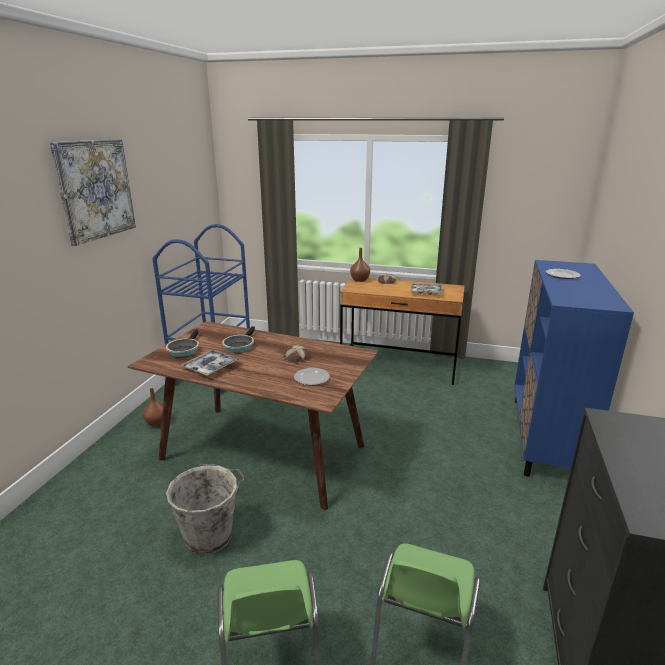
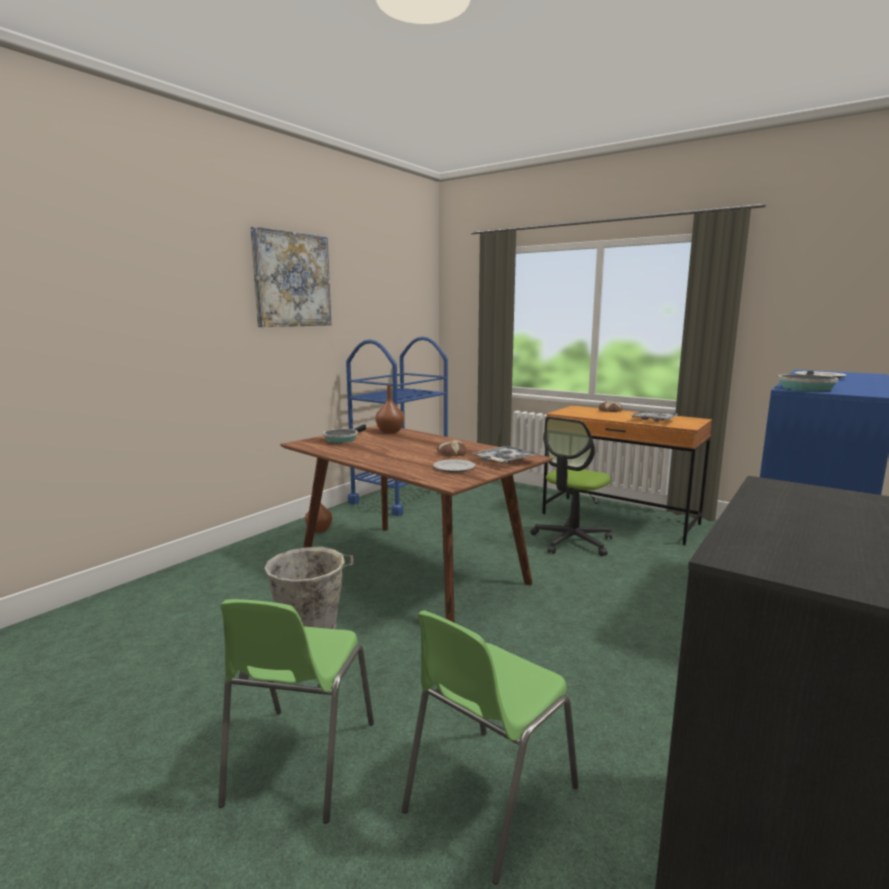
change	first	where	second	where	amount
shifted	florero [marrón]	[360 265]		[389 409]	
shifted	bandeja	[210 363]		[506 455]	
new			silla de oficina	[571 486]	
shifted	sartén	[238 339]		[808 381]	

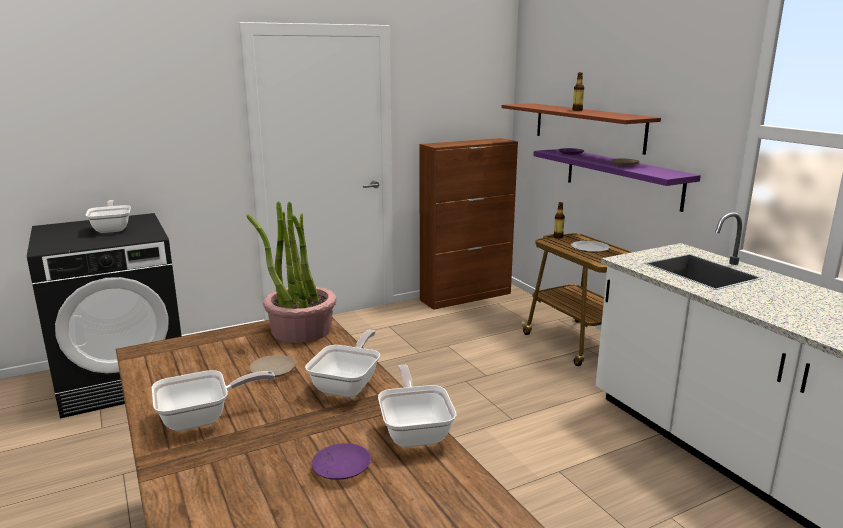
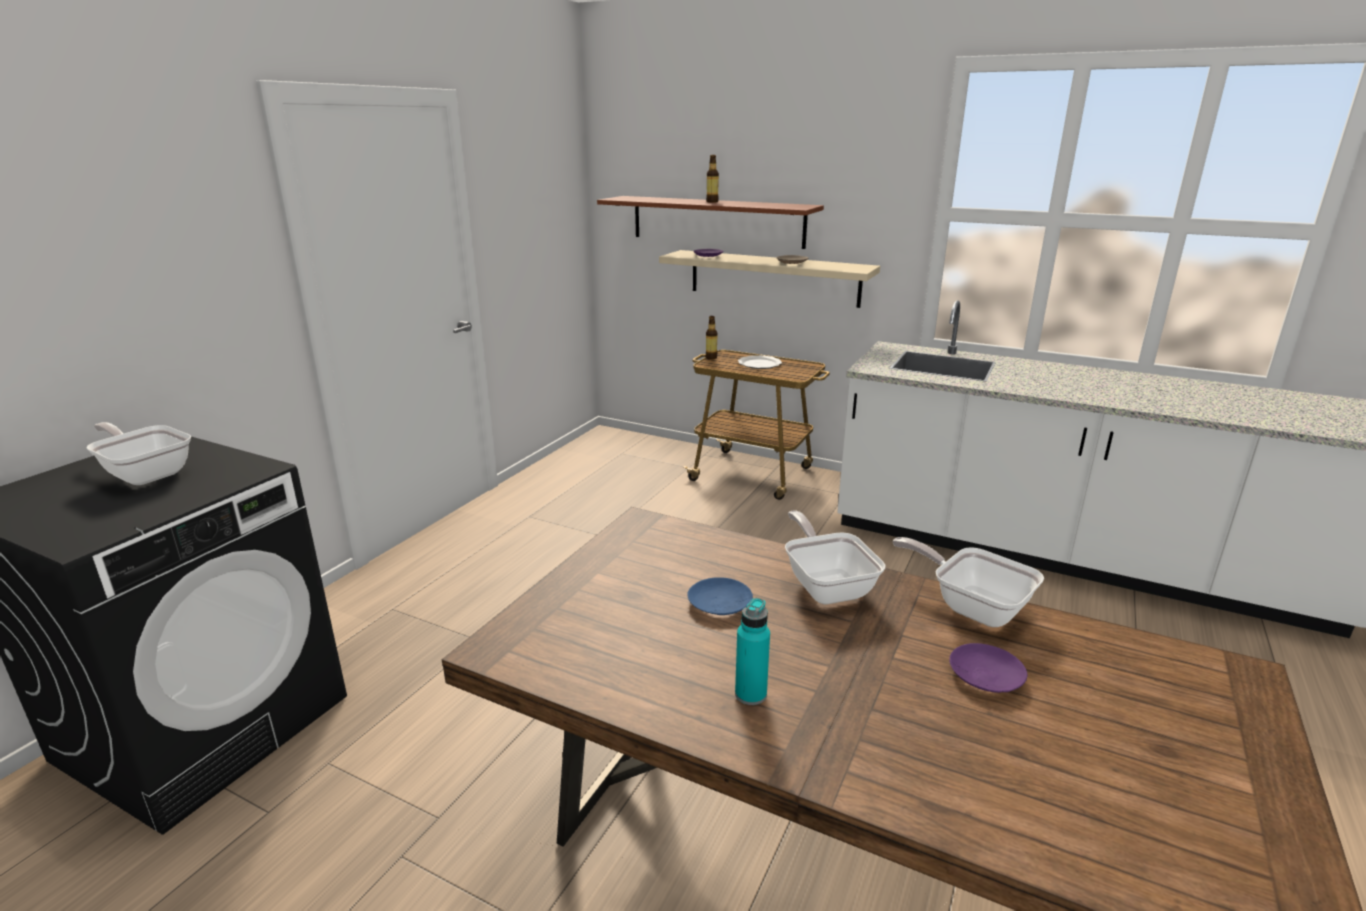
change	first	where	second	where	amount
repainted	estante [morado]	[617 180]	estante [beis]	[769 279]	
repainted	plato [beis]	[272 366]	plato [azul]	[720 596]	
swapped	sartén	[213 400]	botella [turquesa]	[752 651]	
gone	planta en maceta	[291 272]			
gone	armario [marrón]	[469 224]			

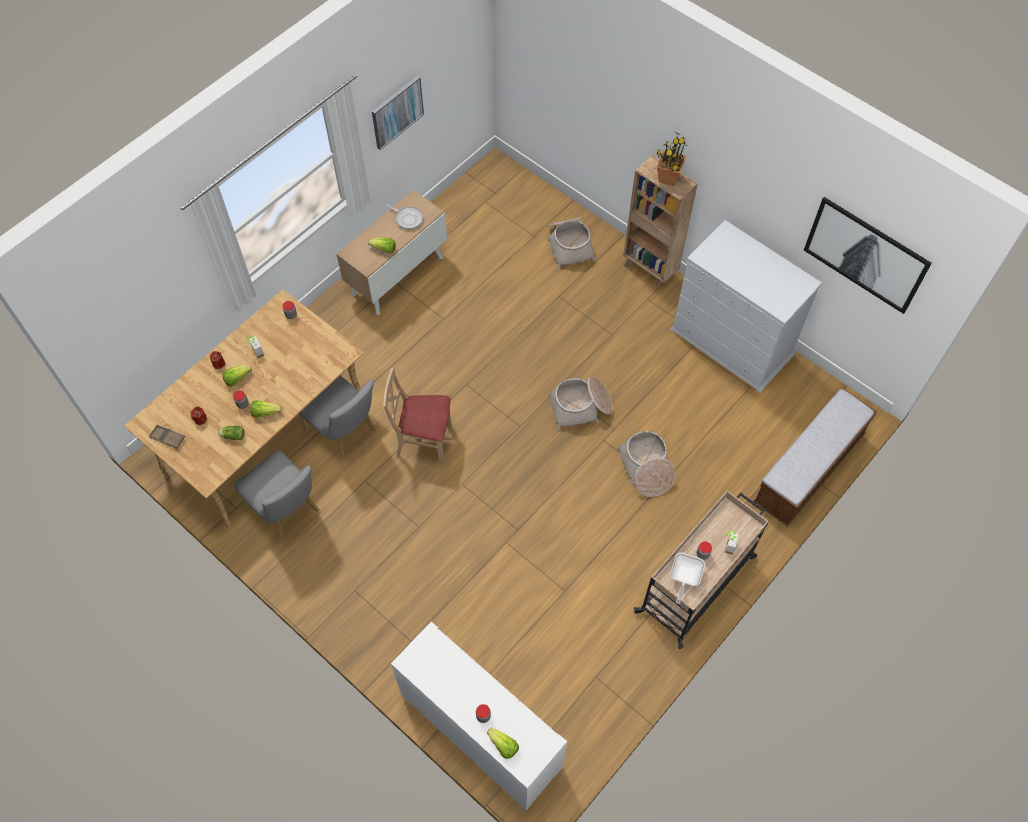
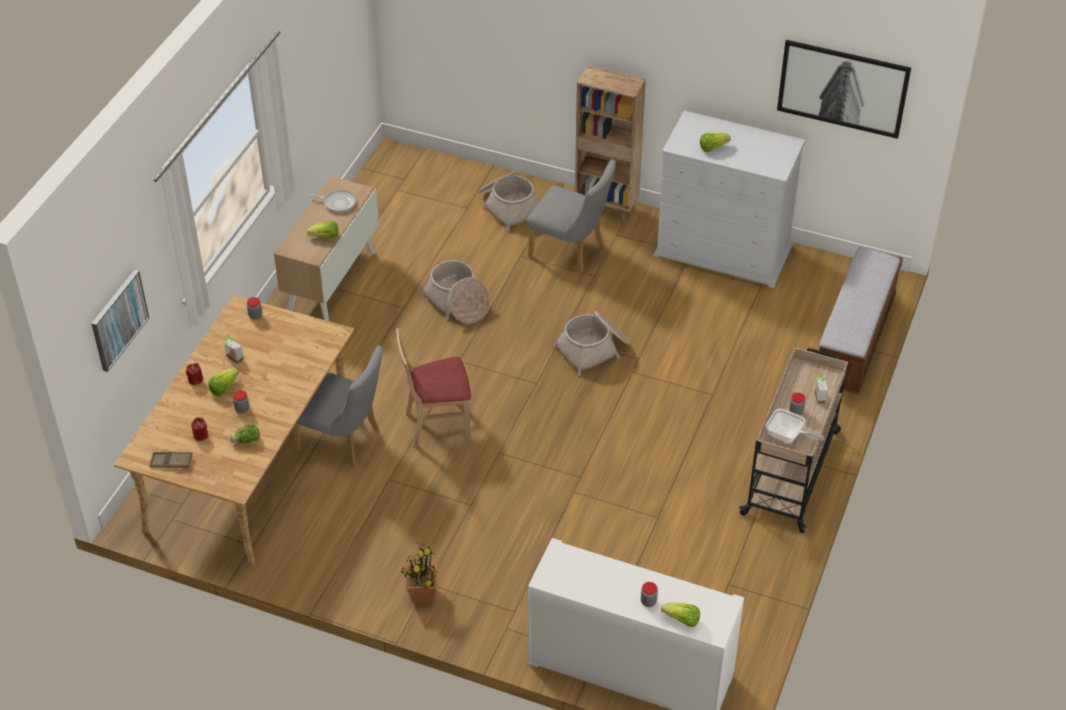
change	first	where	second	where	amount
shifted	cuadro	[398 113]		[120 321]	
shifted	planta en maceta	[672 159]		[419 572]	
shifted	cesta	[645 464]		[455 292]	
shifted	silla [gris]	[276 495]		[571 216]	
shifted	lechuga	[265 409]		[715 142]	
rotated	sartén	[688 578]		[795 425]	60 degrees counterclockwise

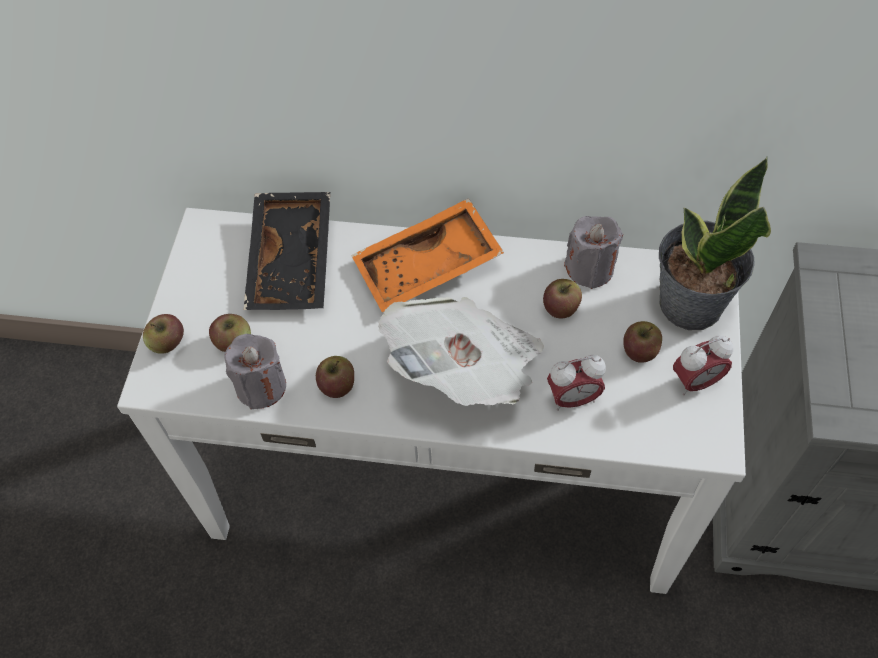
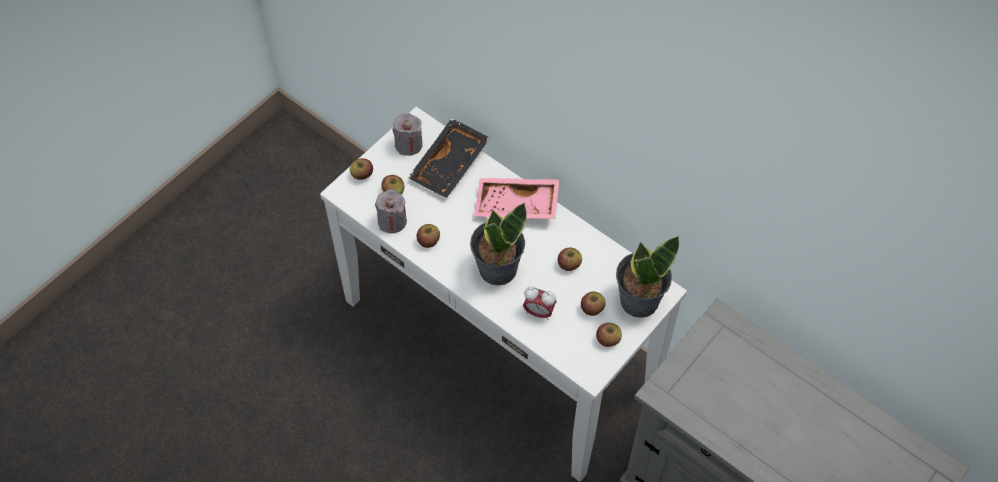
change	first	where	second	where	amount
shifted	vela [gris]	[593 252]		[408 134]	
swapped	periódico	[461 351]	planta en maceta	[498 244]	
repainted	bandeja [naranja]	[427 255]	bandeja [rosa]	[517 198]	
swapped	despertador	[703 365]	manzana	[609 335]	

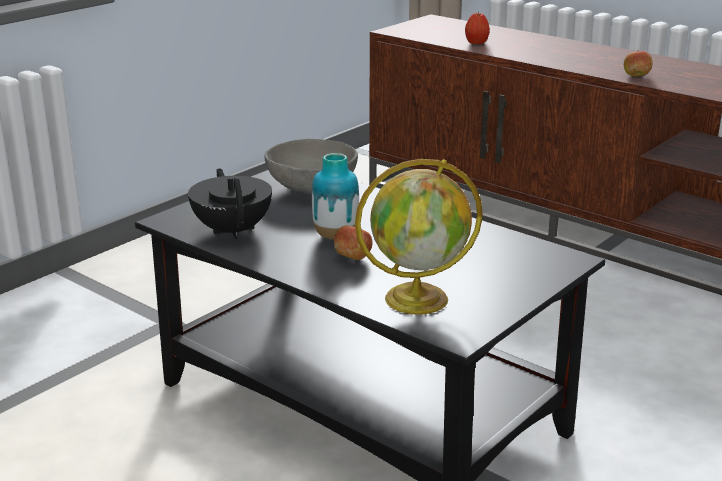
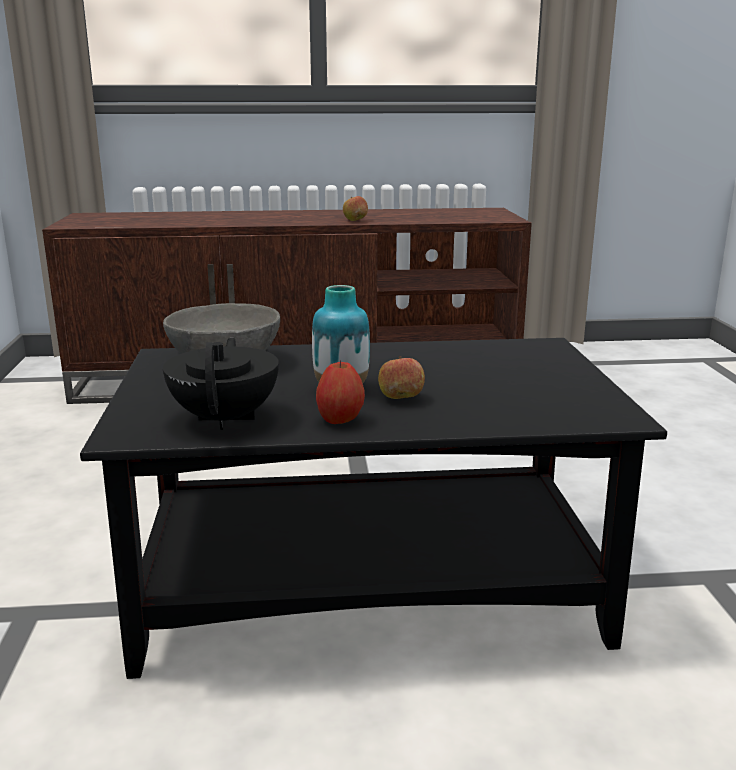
change	first	where	second	where	amount
rotated	tetera [negro]	[230 203]		[221 384]	60 degrees clockwise
shifted	manzana	[477 28]		[340 392]	
gone	globo terráqueo	[419 237]			

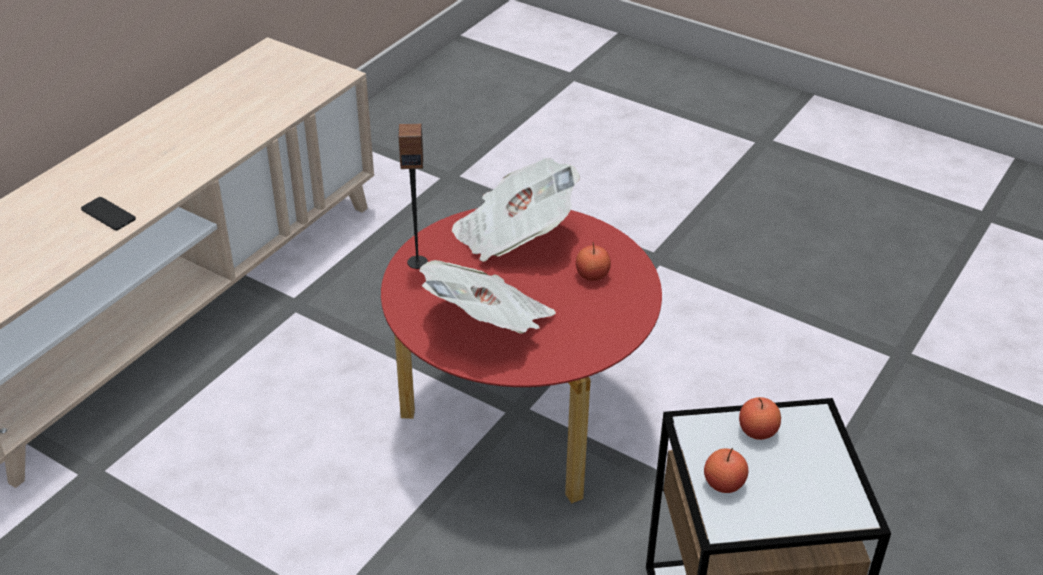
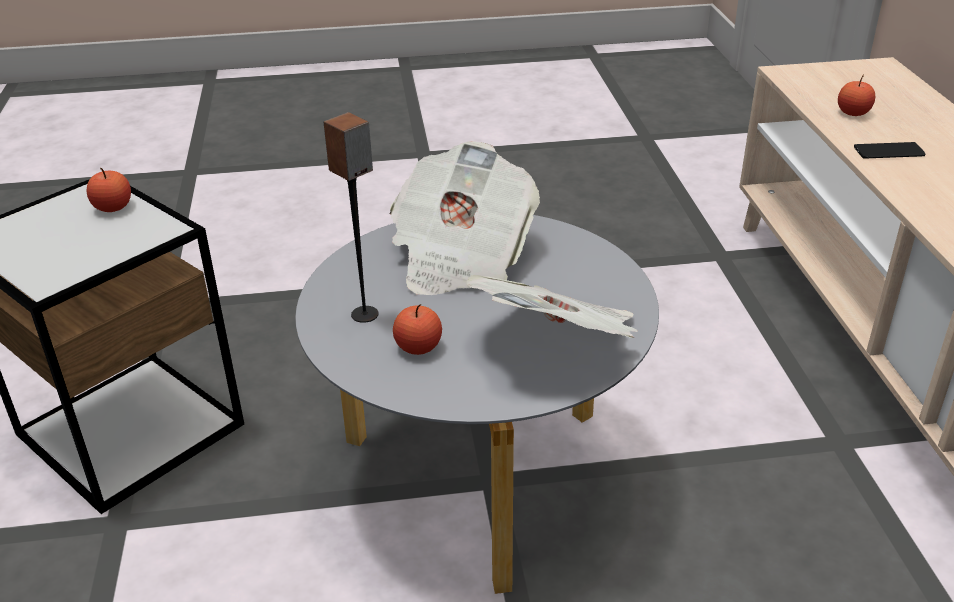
change	first	where	second	where	amount
repainted	mesa de centro [rojo]	[521 355]	mesa de centro [gris]	[477 404]	
shifted	altavoz	[413 196]		[351 217]	
shifted	manzana	[760 418]		[856 95]	

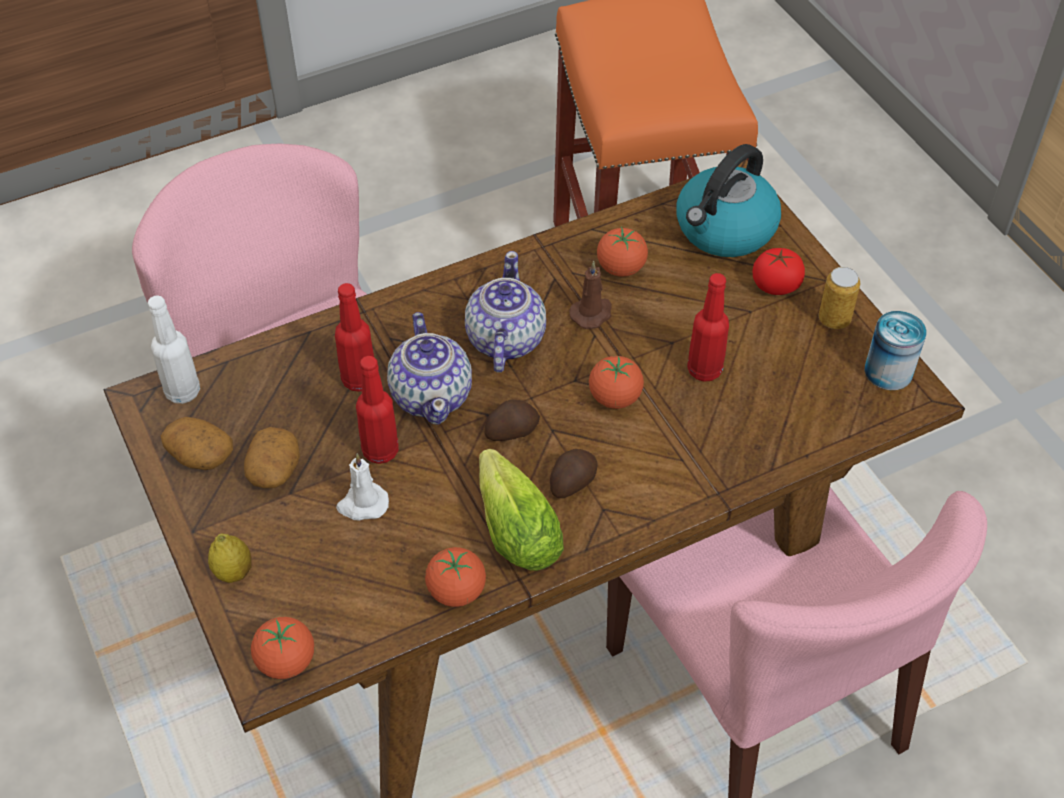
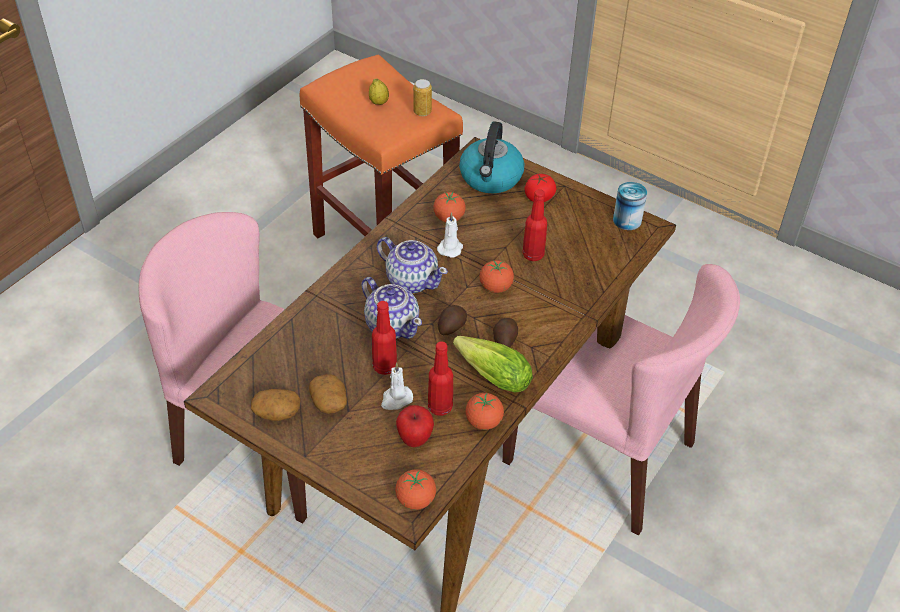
change	first	where	second	where	amount
shifted	limón	[230 558]		[379 91]	
rotated	tetera	[505 312]		[412 265]	150 degrees clockwise
new			manzana	[415 426]	
shifted	lata	[839 298]		[422 97]	
shifted	botella [rojo]	[354 337]		[440 378]	
repainted	vela [marrón]	[590 295]	vela [blanco]	[450 235]	
gone	botella [blanco]	[174 349]			

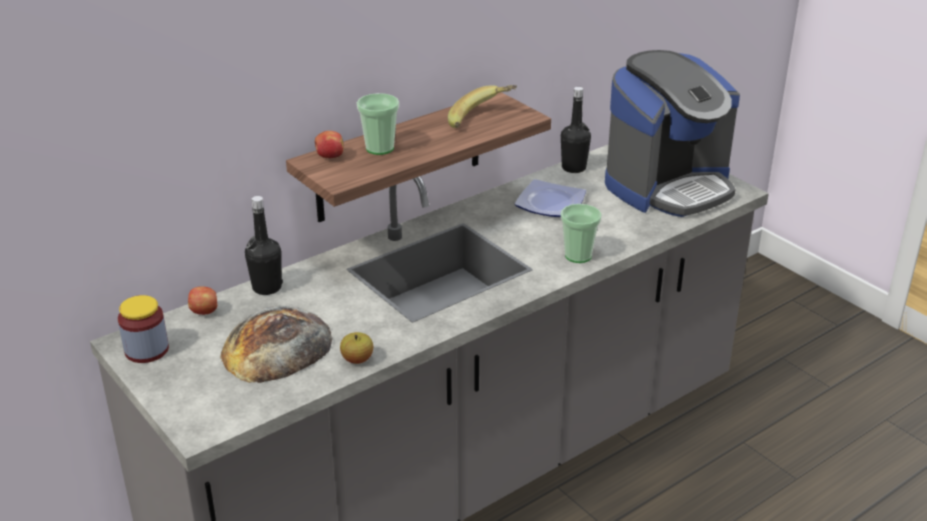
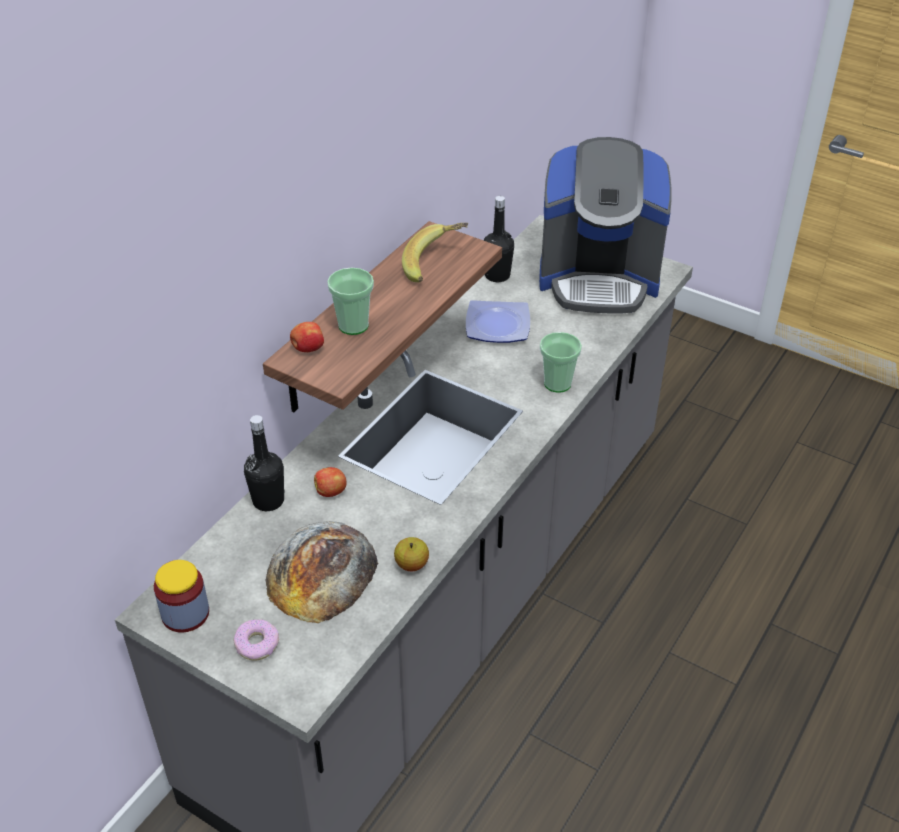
change	first	where	second	where	amount
new			rosquilla	[256 640]	
shifted	manzana	[202 300]		[330 482]	
rotated	cafetera	[672 133]		[605 225]	60 degrees clockwise

